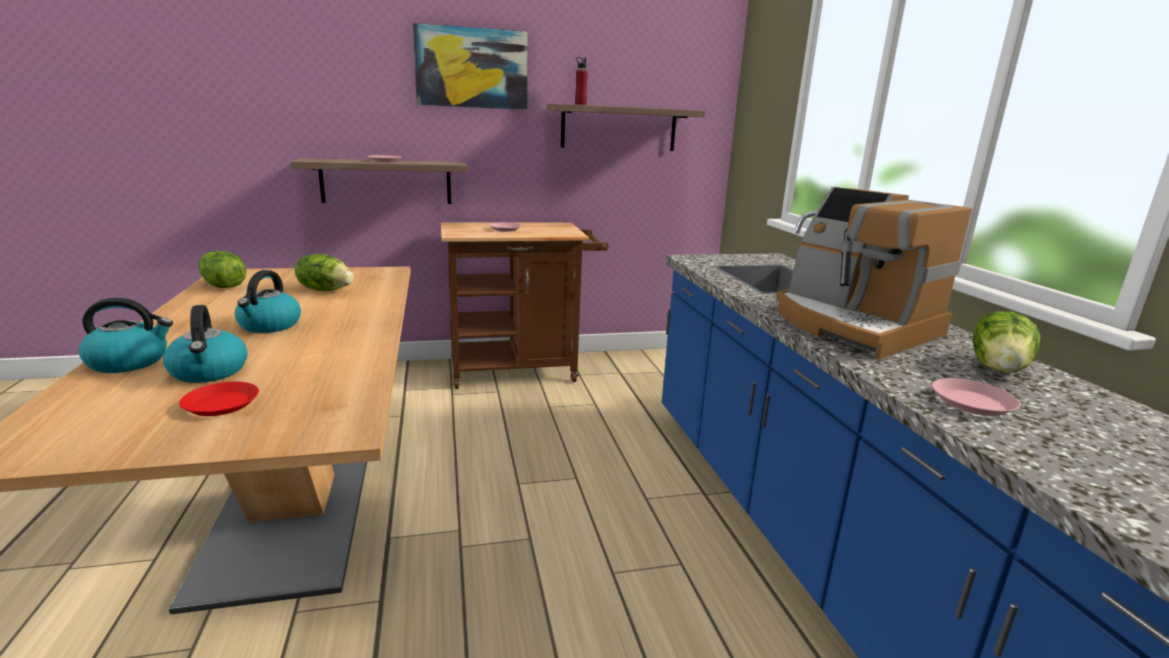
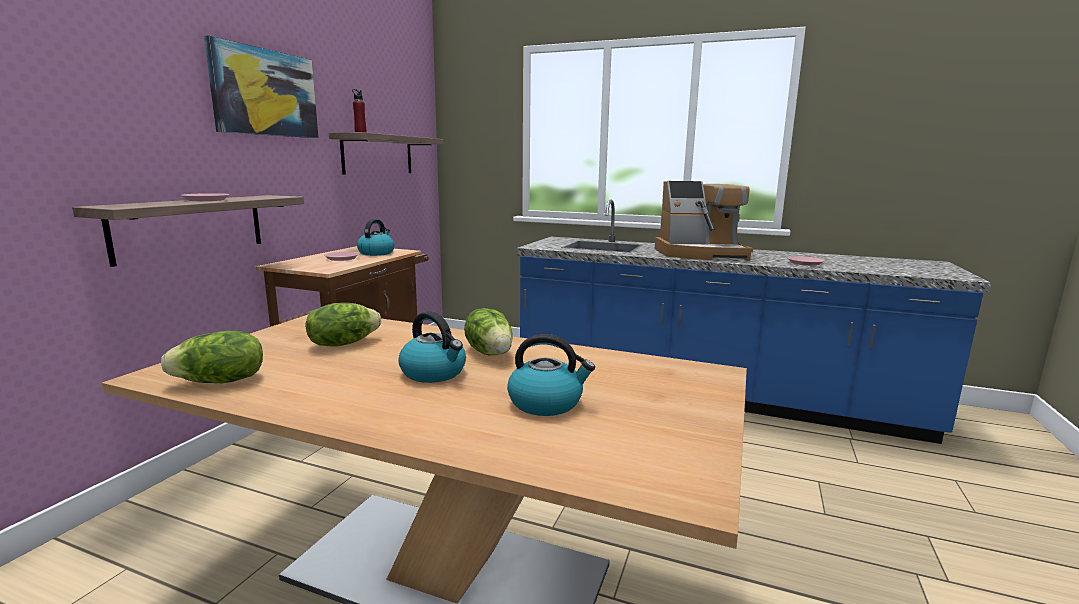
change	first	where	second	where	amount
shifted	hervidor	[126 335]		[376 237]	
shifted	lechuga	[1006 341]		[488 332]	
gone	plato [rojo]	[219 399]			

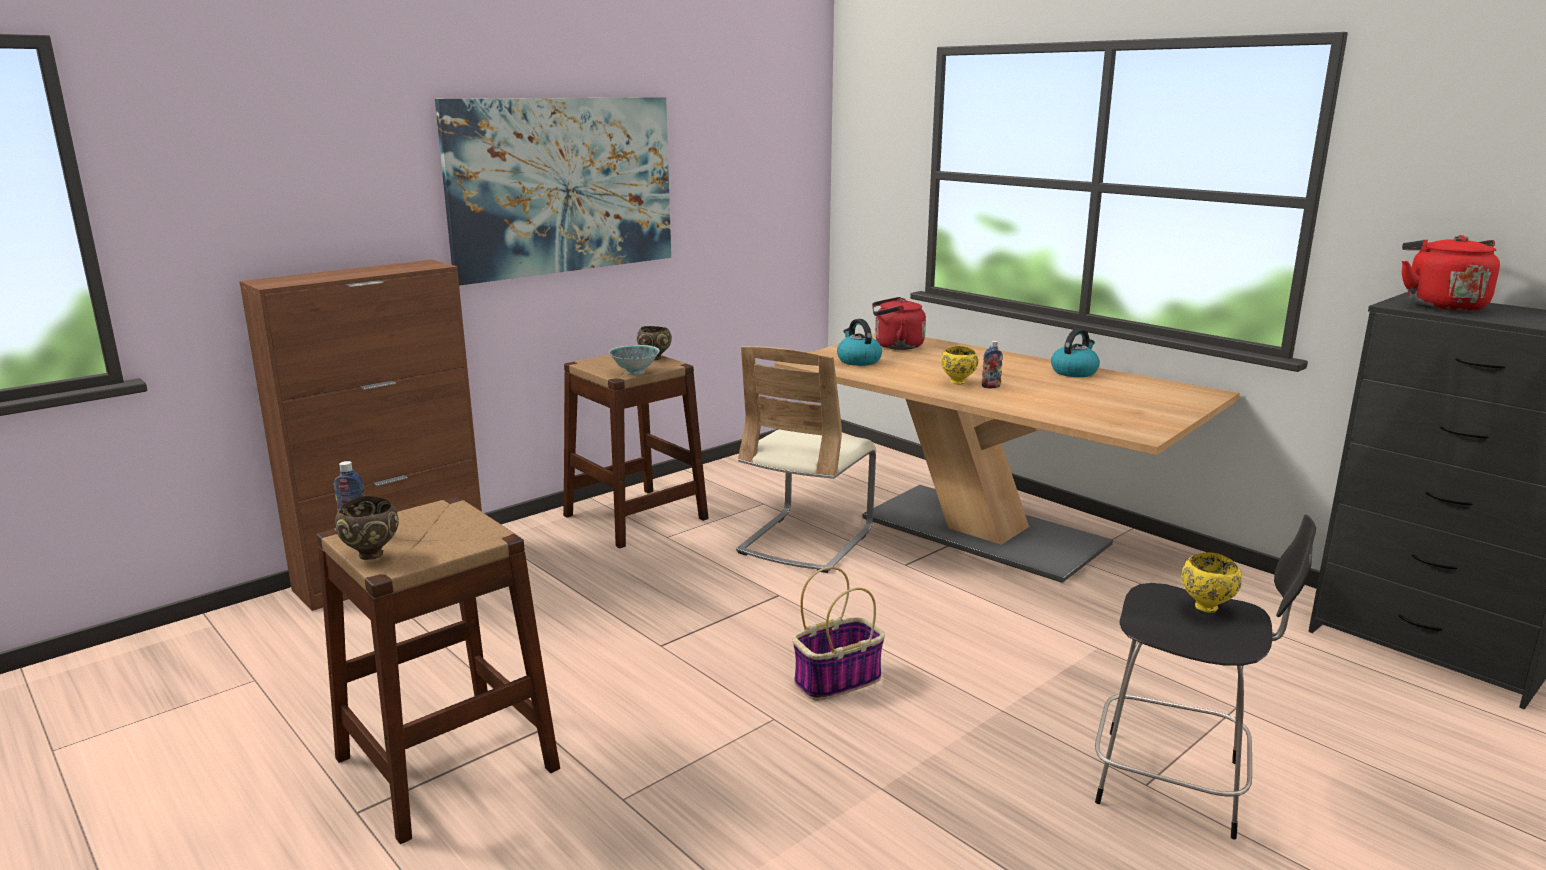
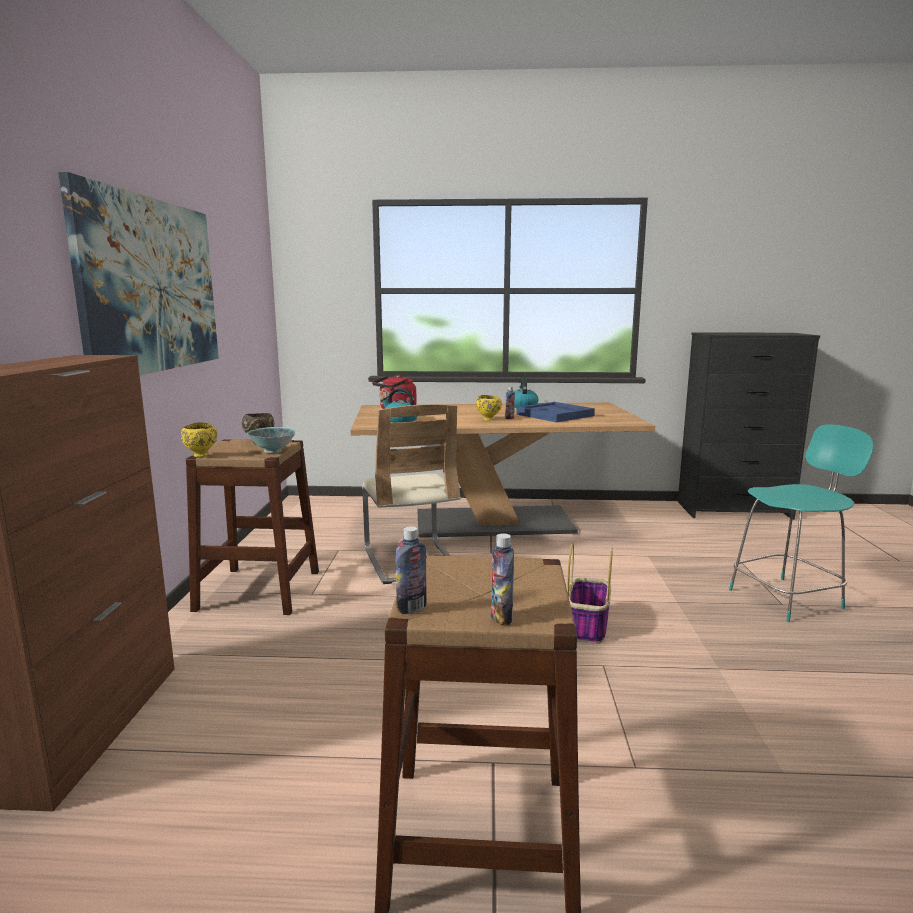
change	first	where	second	where	amount
shifted	cuenco [amarillo]	[1212 582]		[199 439]	
swapped	cuenco [marrón]	[367 528]	botella	[502 579]	
new			bandeja [azul]	[555 412]	
repainted	taburete [negro]	[1205 677]	taburete [turquesa]	[801 523]	
gone	hervidor [rojo]	[1451 273]			

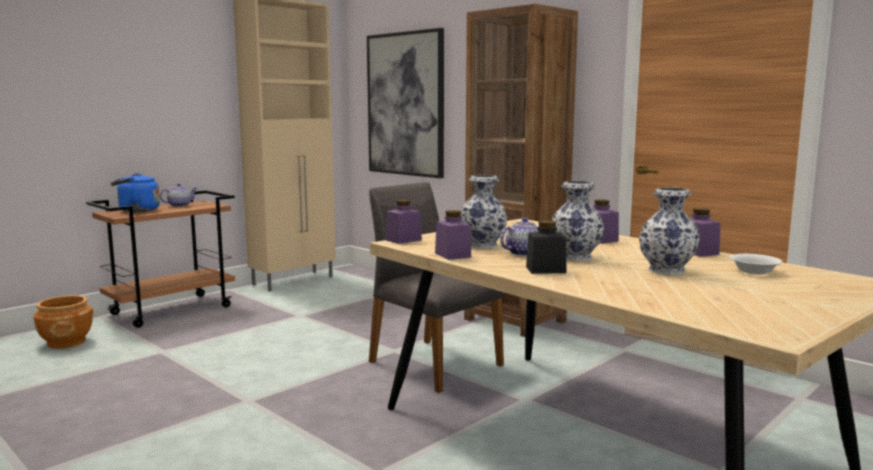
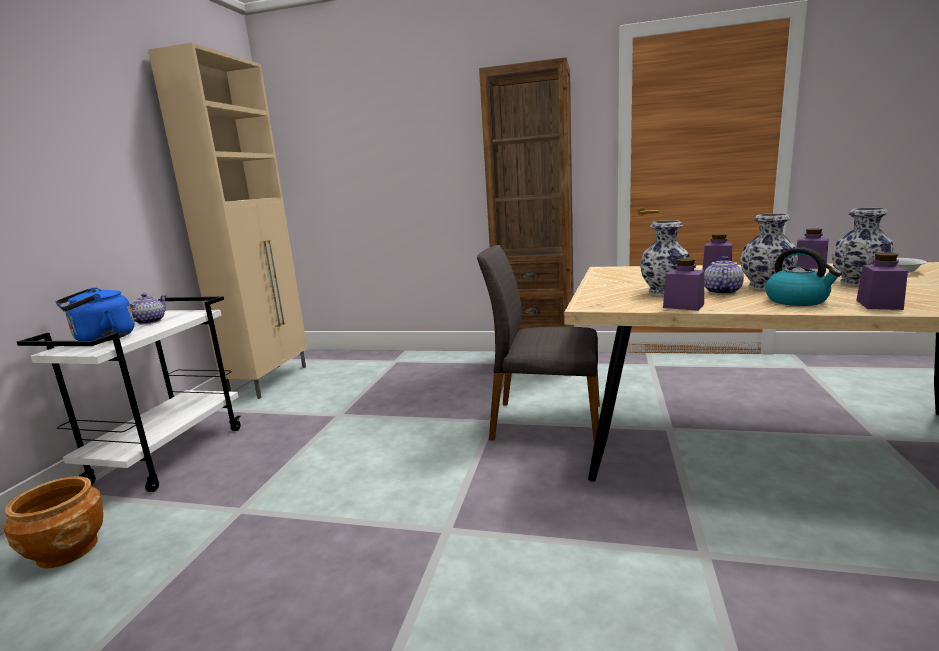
change	first	where	second	where	amount
repainted	carrito [marrón]	[160 259]	carrito [blanco]	[129 394]	
swapped	tarro [negro]	[546 247]	hervidor	[803 276]	
shifted	tarro [morado]	[404 222]		[882 281]	
gone	cuadro	[405 103]			

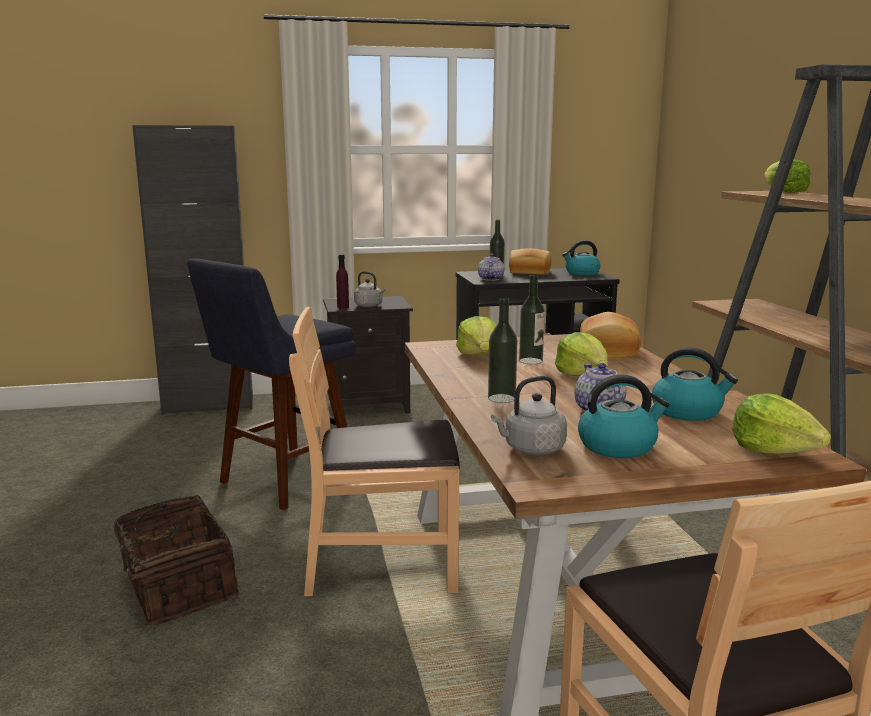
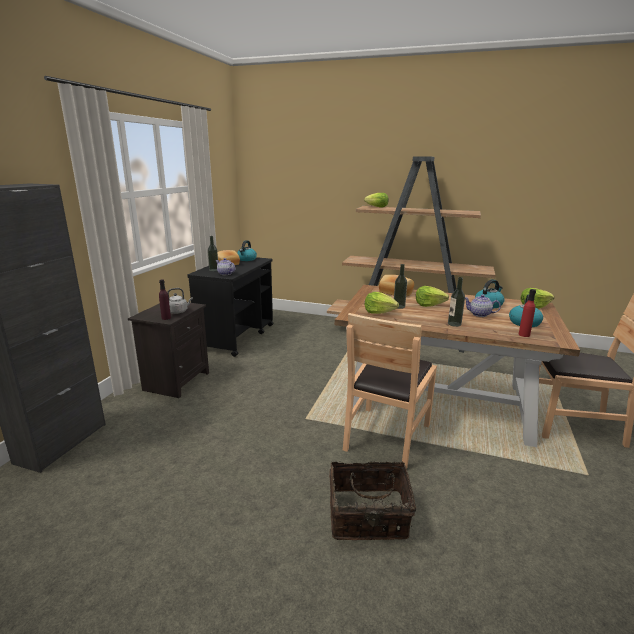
change	first	where	second	where	amount
swapped	hervidor [gris]	[529 415]	botella [rojo]	[527 313]	
gone	taburete [azul]	[271 384]			

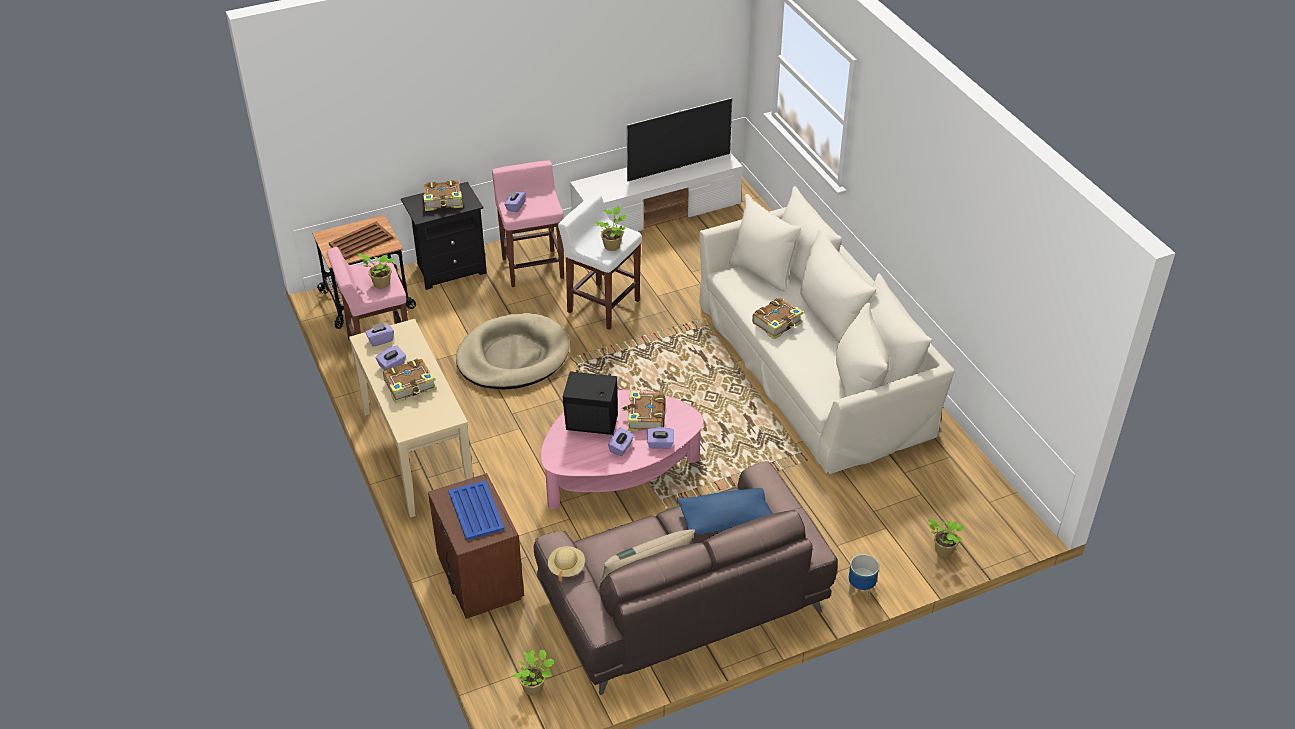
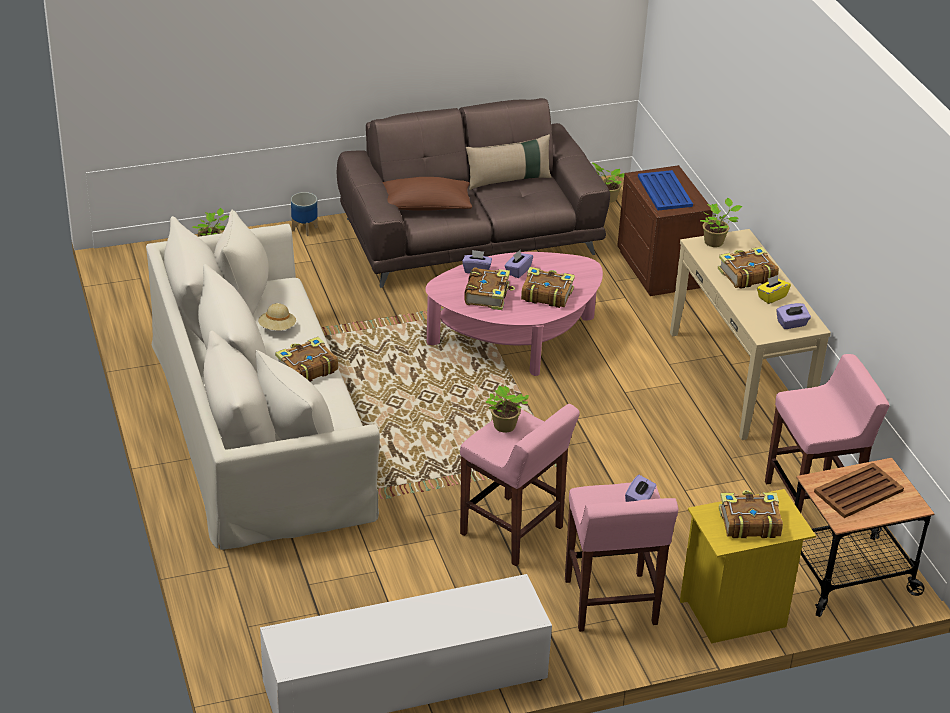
change	first	where	second	where	amount
shifted	sombrero [beis]	[566 564]		[277 316]	
repainted	cojín [azul]	[725 511]	cojín [marrón]	[427 194]	
repainted	taburete [blanco]	[600 262]	taburete [rosa]	[520 485]	
swapped	altavoz [negro]	[590 402]	libro	[548 287]	
repainted	mesita de noche [negro]	[444 236]	mesita de noche [amarillo]	[748 566]	
shifted	planta en maceta	[376 271]		[721 222]	
repainted	caja de pañuelos [morado]	[391 358]	caja de pañuelos [amarillo]	[774 289]	
gone	cama para perro [beis]	[512 351]			
gone	televisor	[679 140]			

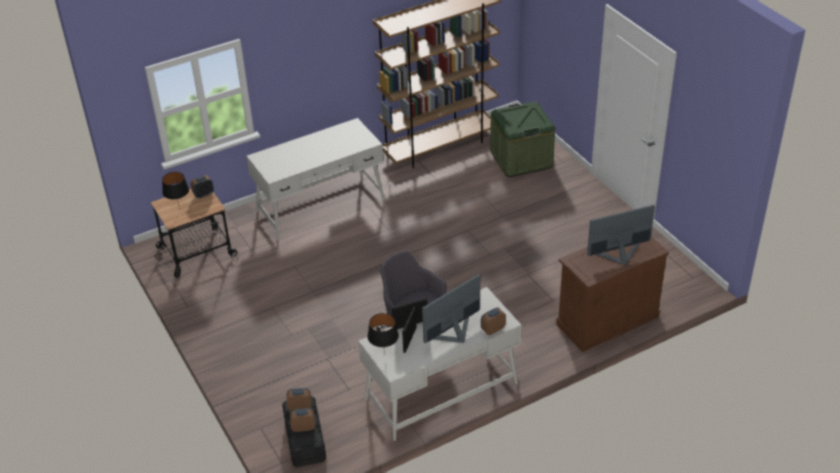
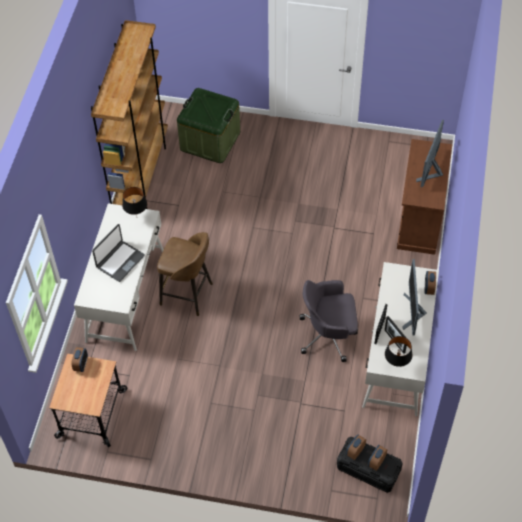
change	first	where	second	where	amount
new			portátil	[118 253]	
shifted	lámpara de mesa [negro]	[175 190]		[134 201]	
new			taburete [marrón]	[185 274]	

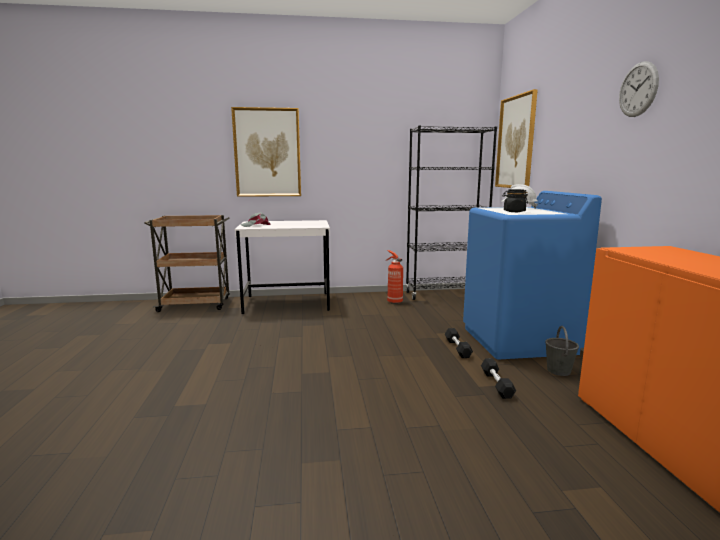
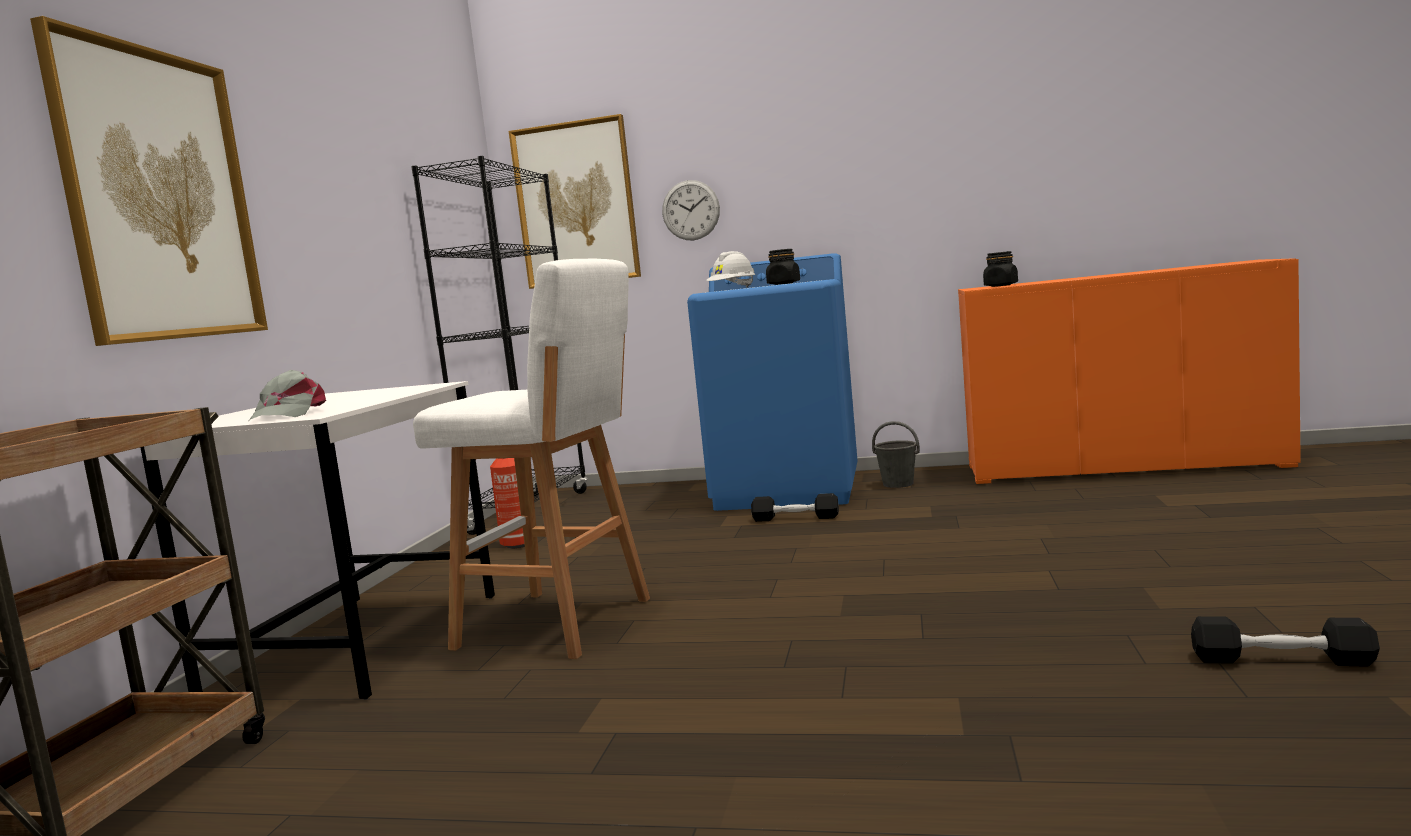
change	first	where	second	where	amount
new			taburete [blanco]	[531 459]	
shifted	reloj de pared	[639 89]		[691 210]	
new			tarro [negro]	[1000 269]	
shifted	mancuerna [negro]	[498 378]		[1285 641]	

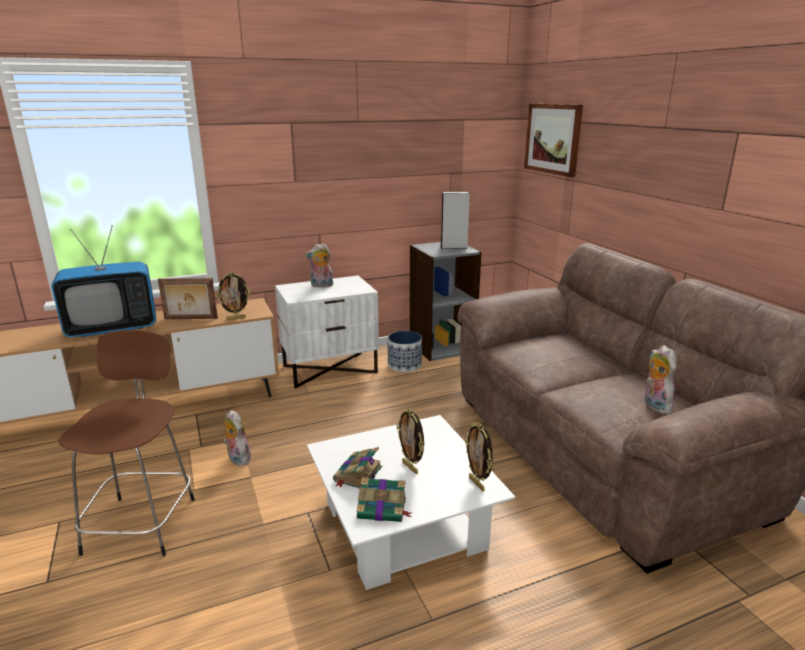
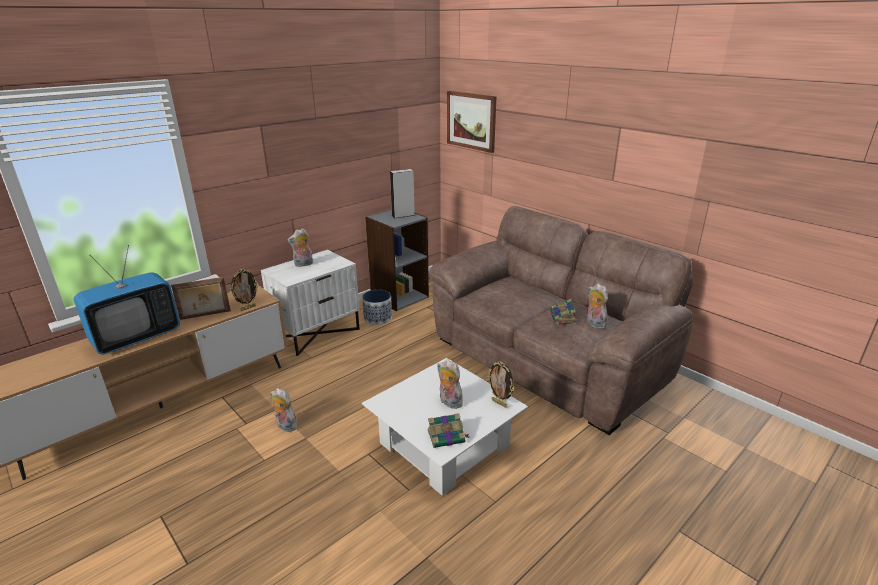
change	first	where	second	where	amount
swapped	portarretratos	[410 441]	peluche	[450 384]	
shifted	libro	[357 468]		[563 312]	
gone	taburete [marrón]	[127 443]			

